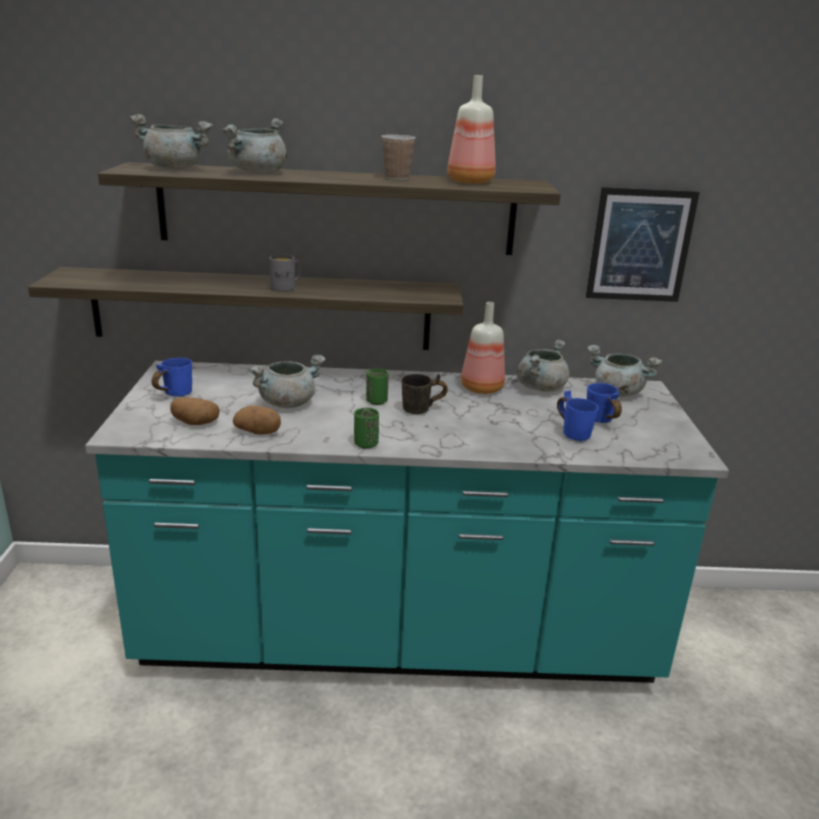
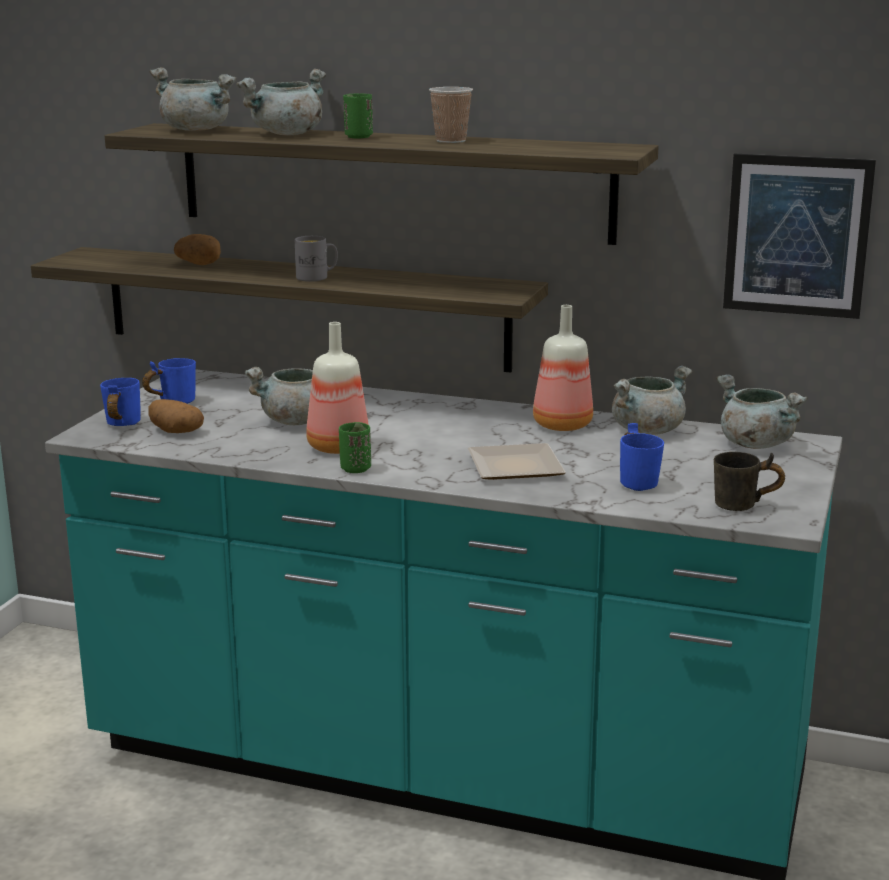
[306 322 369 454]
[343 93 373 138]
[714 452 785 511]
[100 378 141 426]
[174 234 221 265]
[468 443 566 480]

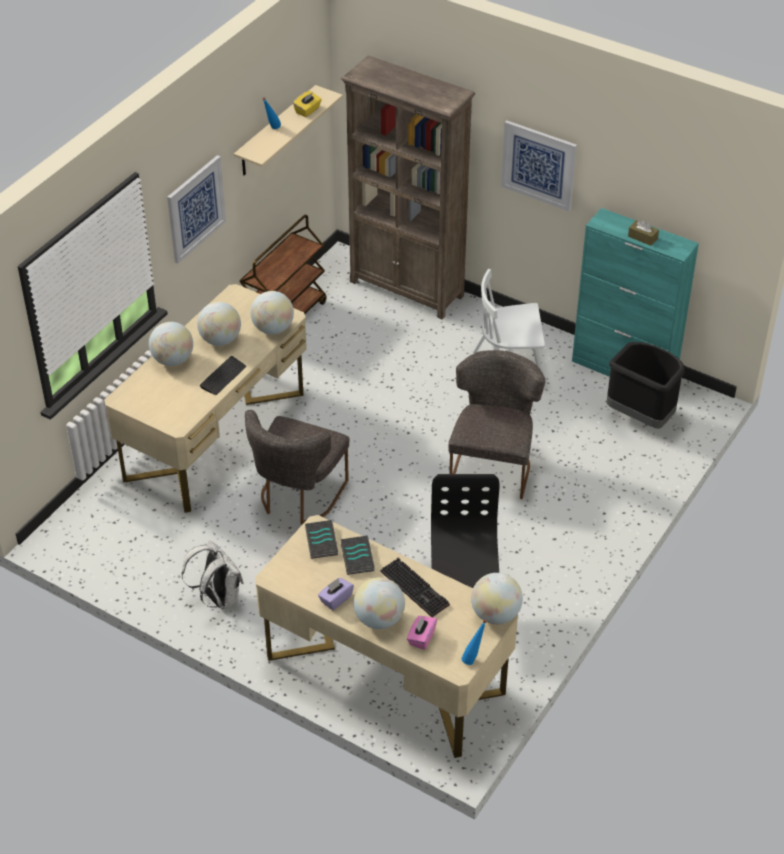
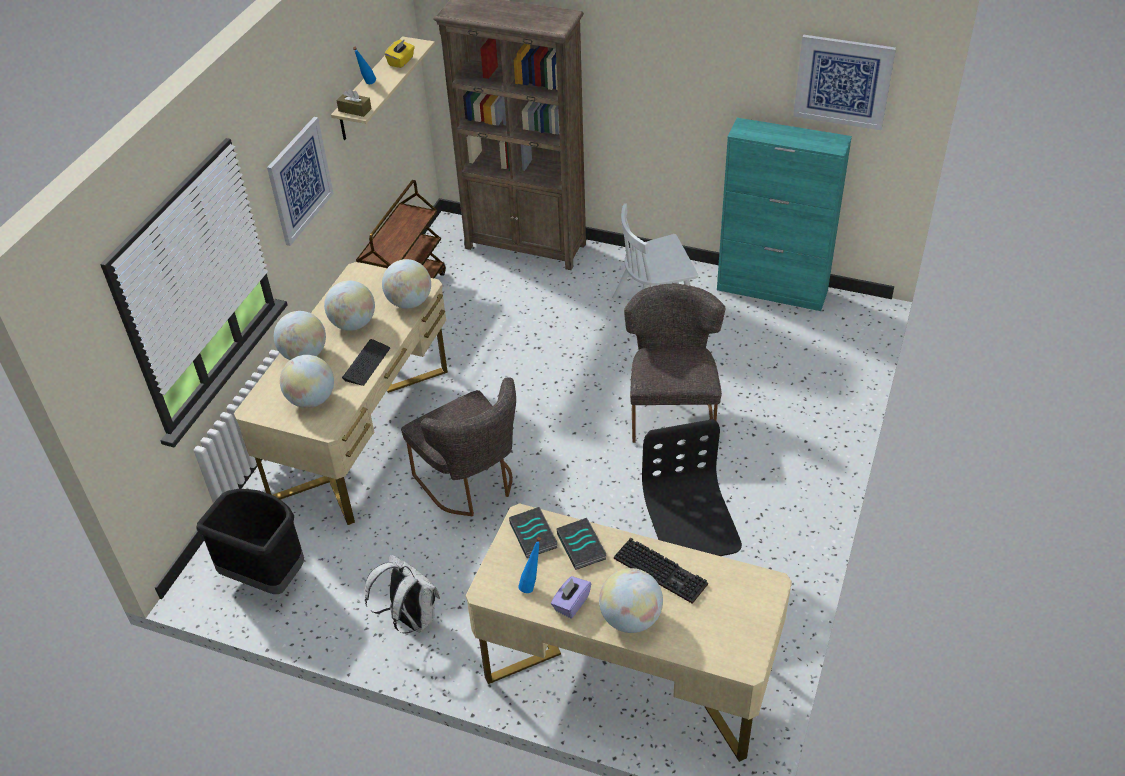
[793 35 896 130]
[336 88 372 117]
[197 489 304 594]
[401 377 516 516]
[280 355 334 408]
[407 616 437 650] (first image)
[518 537 541 593]

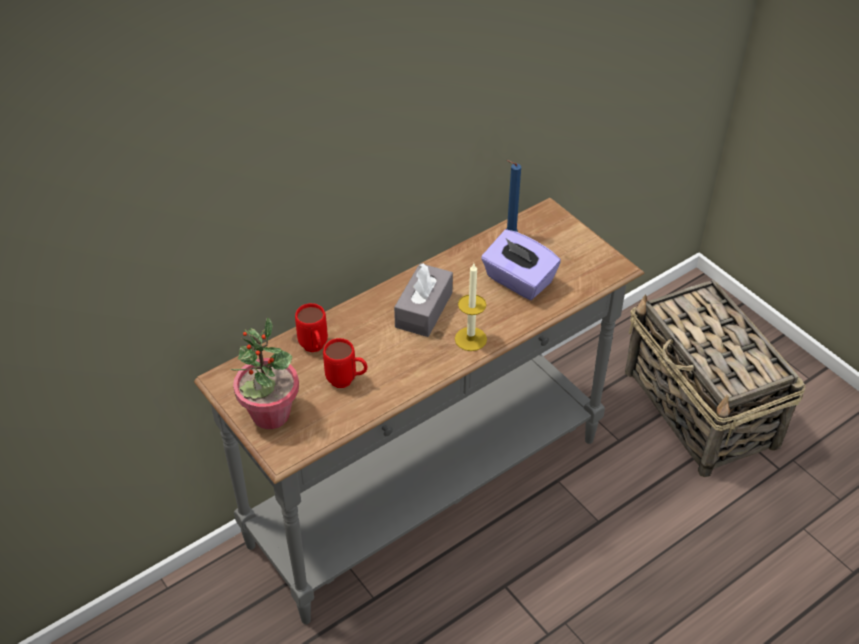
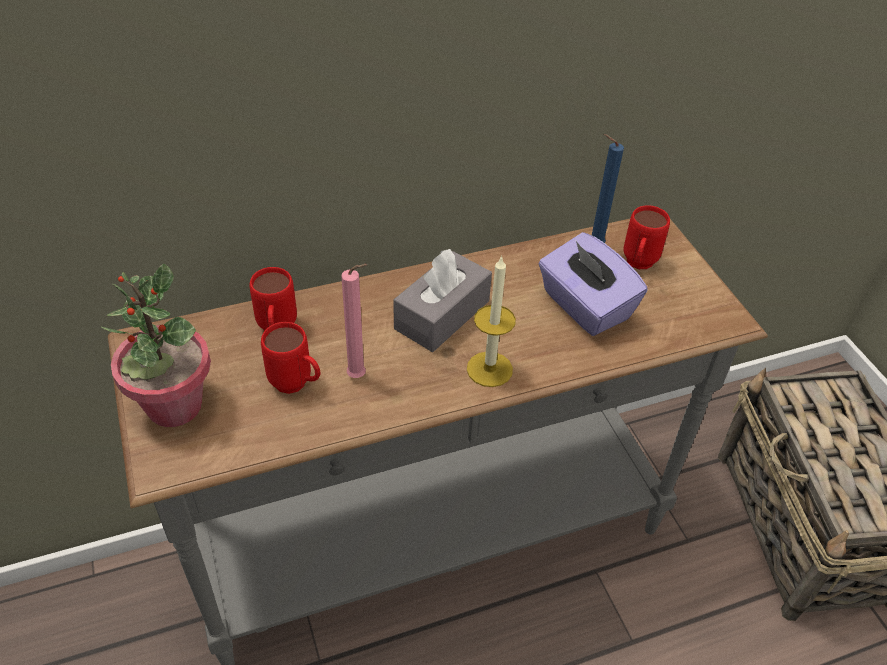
[624 205 670 269]
[341 264 367 378]

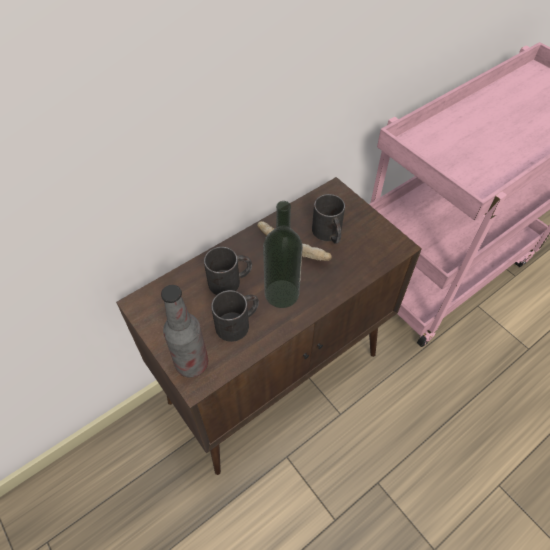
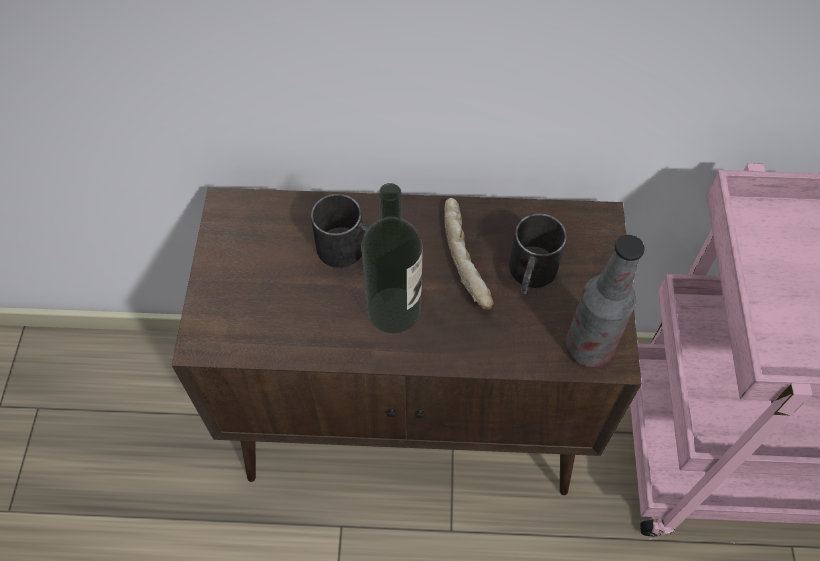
[566 235 645 367]
[211 290 259 342] (first image)

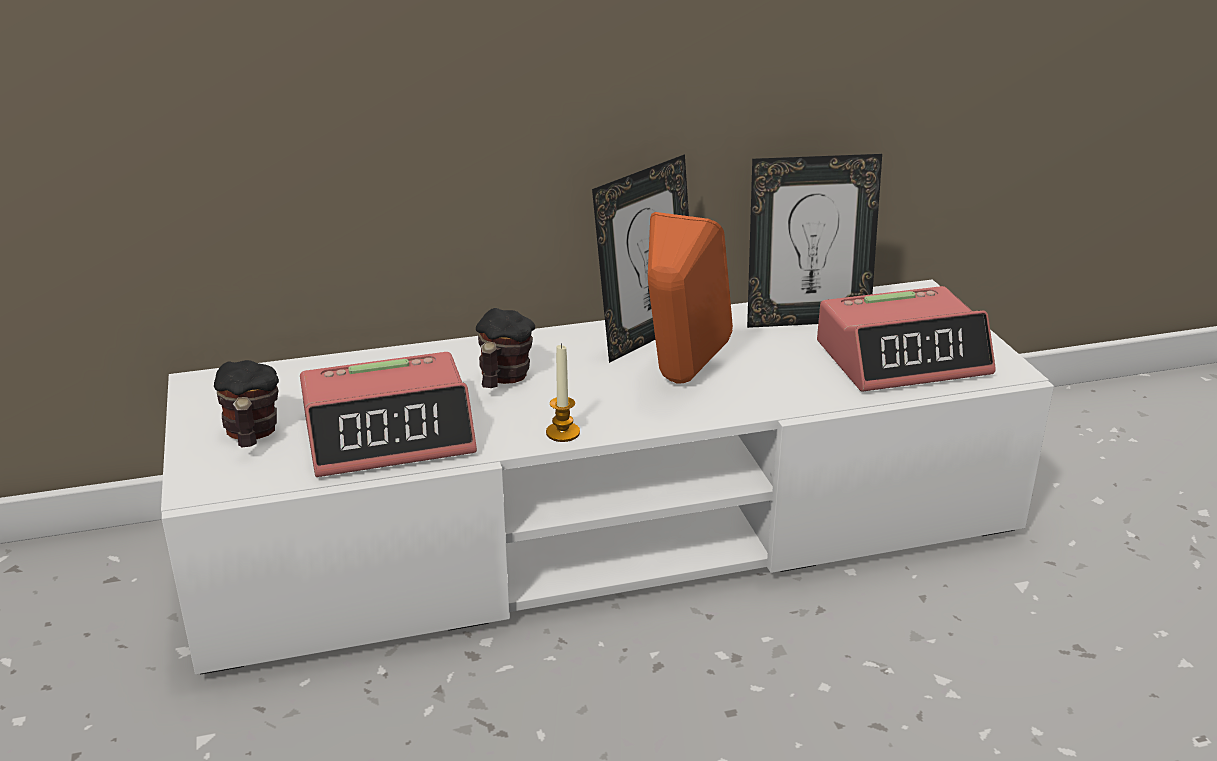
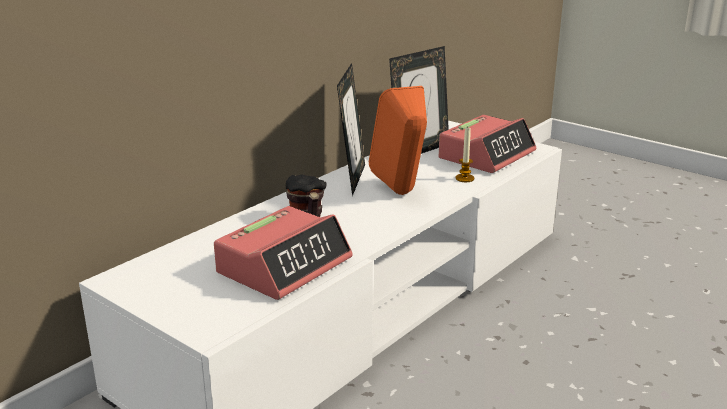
[456 127 474 182]
[214 360 279 447] (first image)

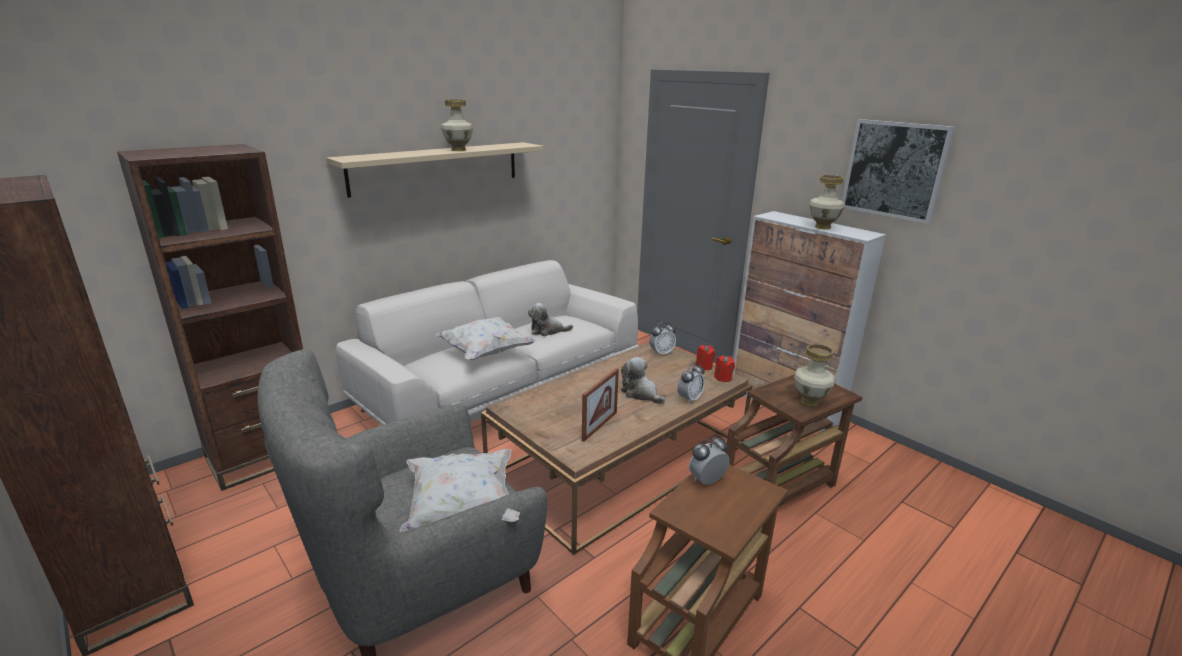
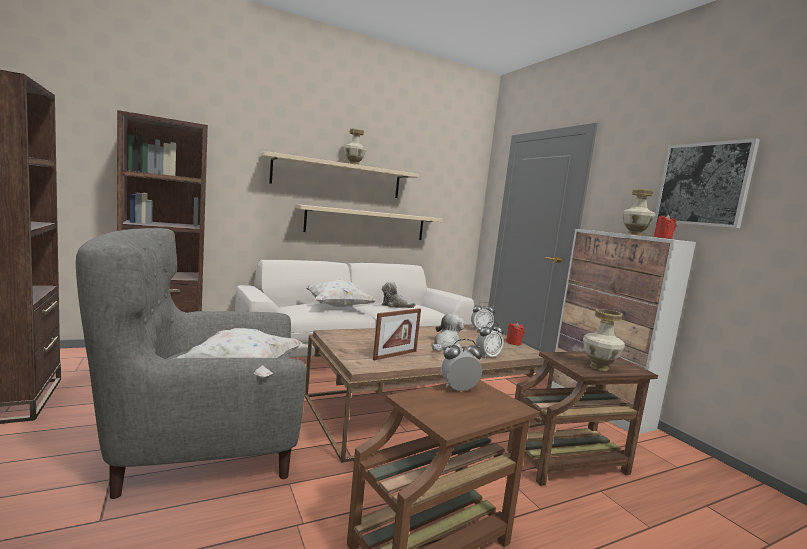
[654 215 677 239]
[432 314 464 351]
[295 204 443 240]

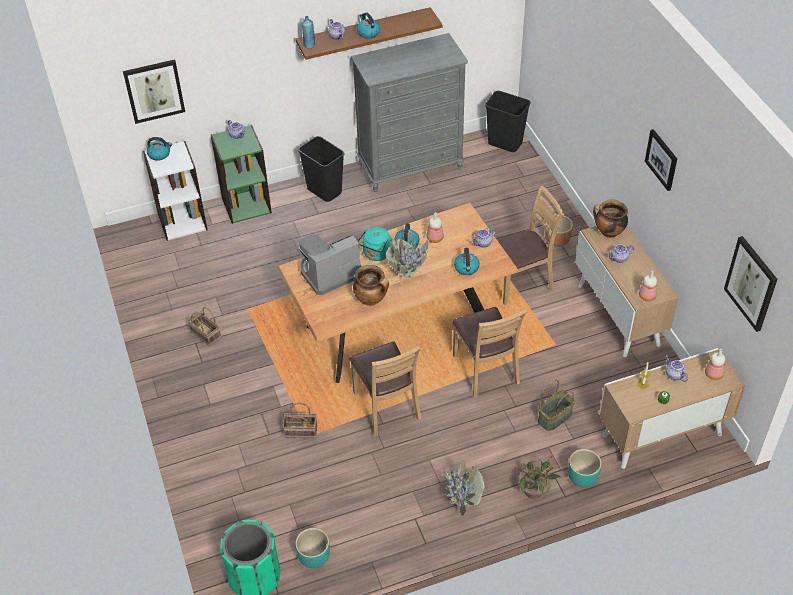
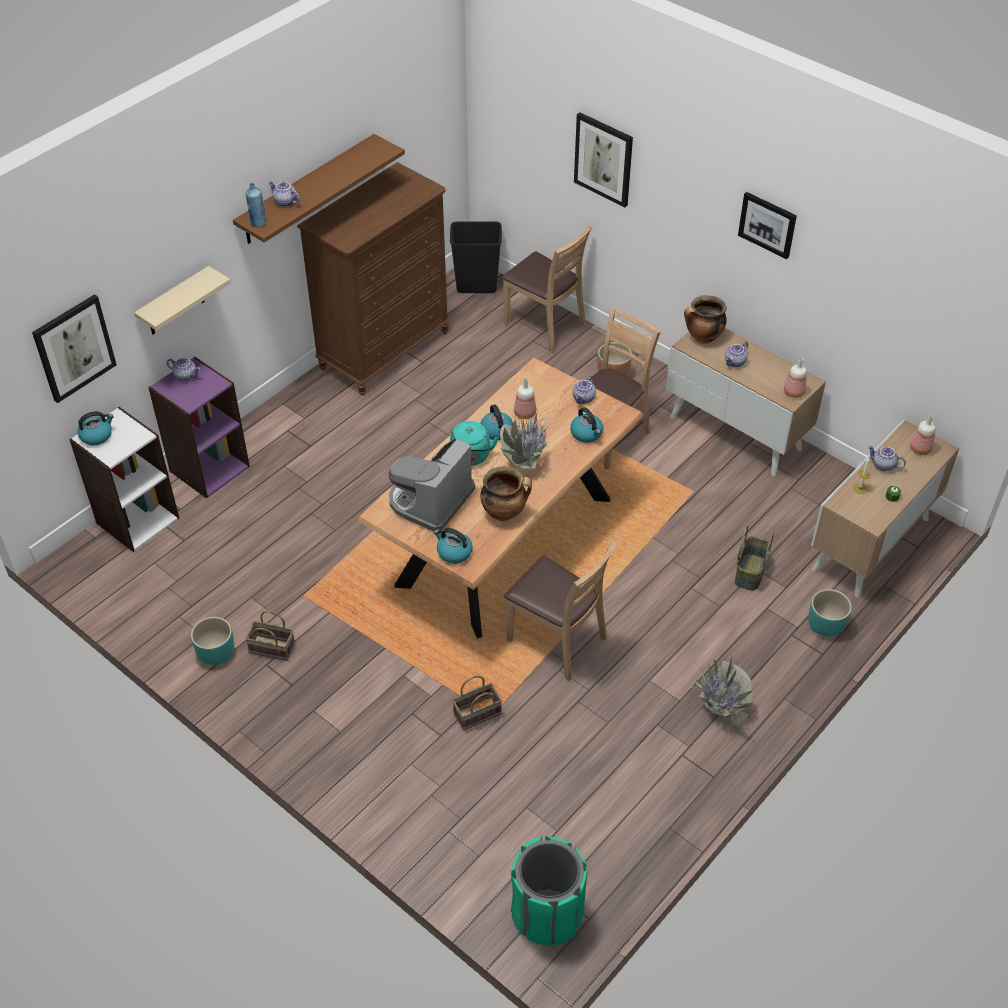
[434 528 473 564]
[297 162 449 395]
[148 357 250 499]
[298 136 344 202] (first image)
[574 112 633 208]
[502 225 592 352]
[514 454 561 499] (first image)
[191 617 234 665]
[134 266 231 335]

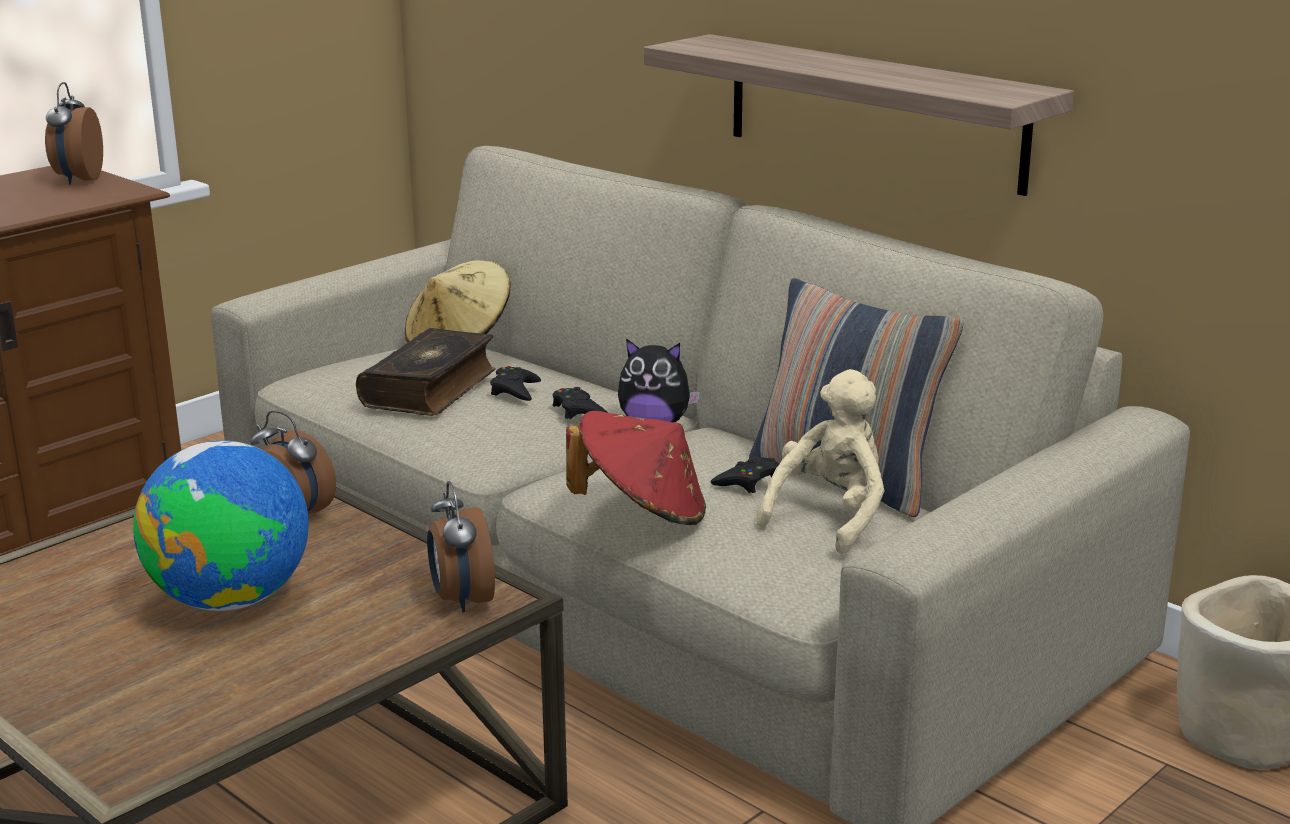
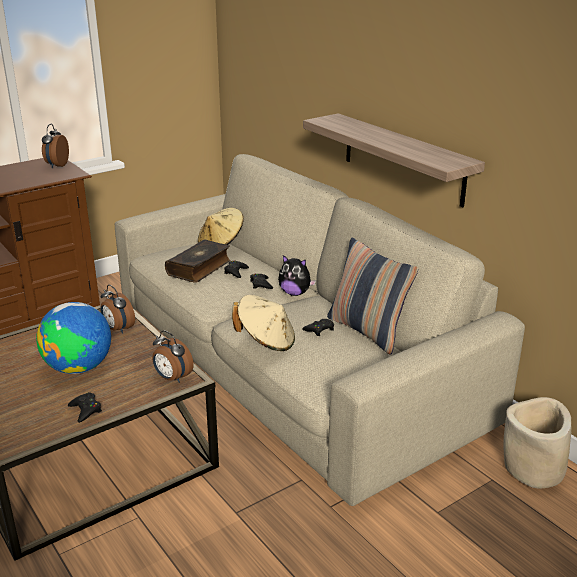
[757 369 885 554] (first image)
[232 295 295 351]
[152 330 194 383]
[68 392 102 423]

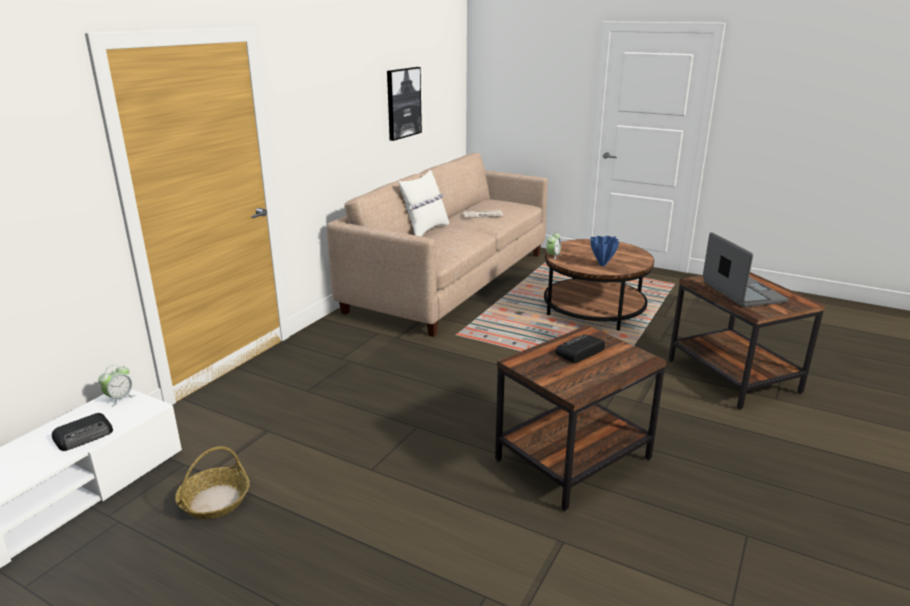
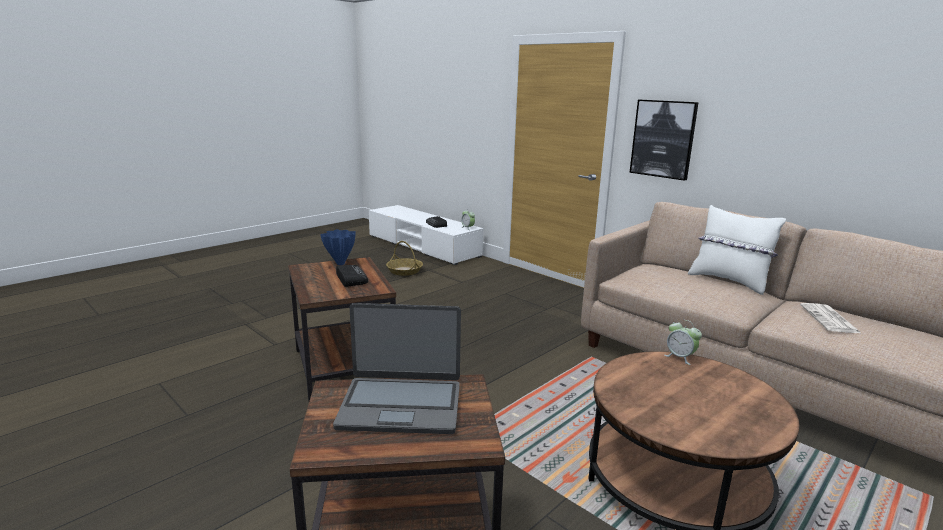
[630 100 699 181]
[320 229 356 265]

